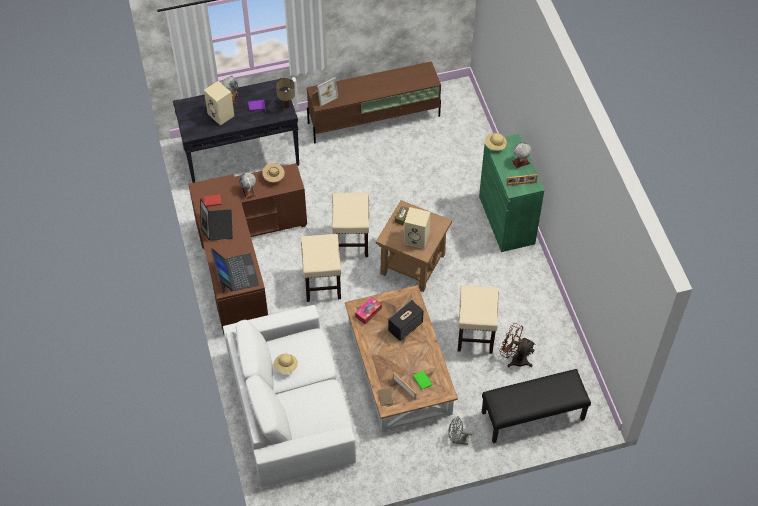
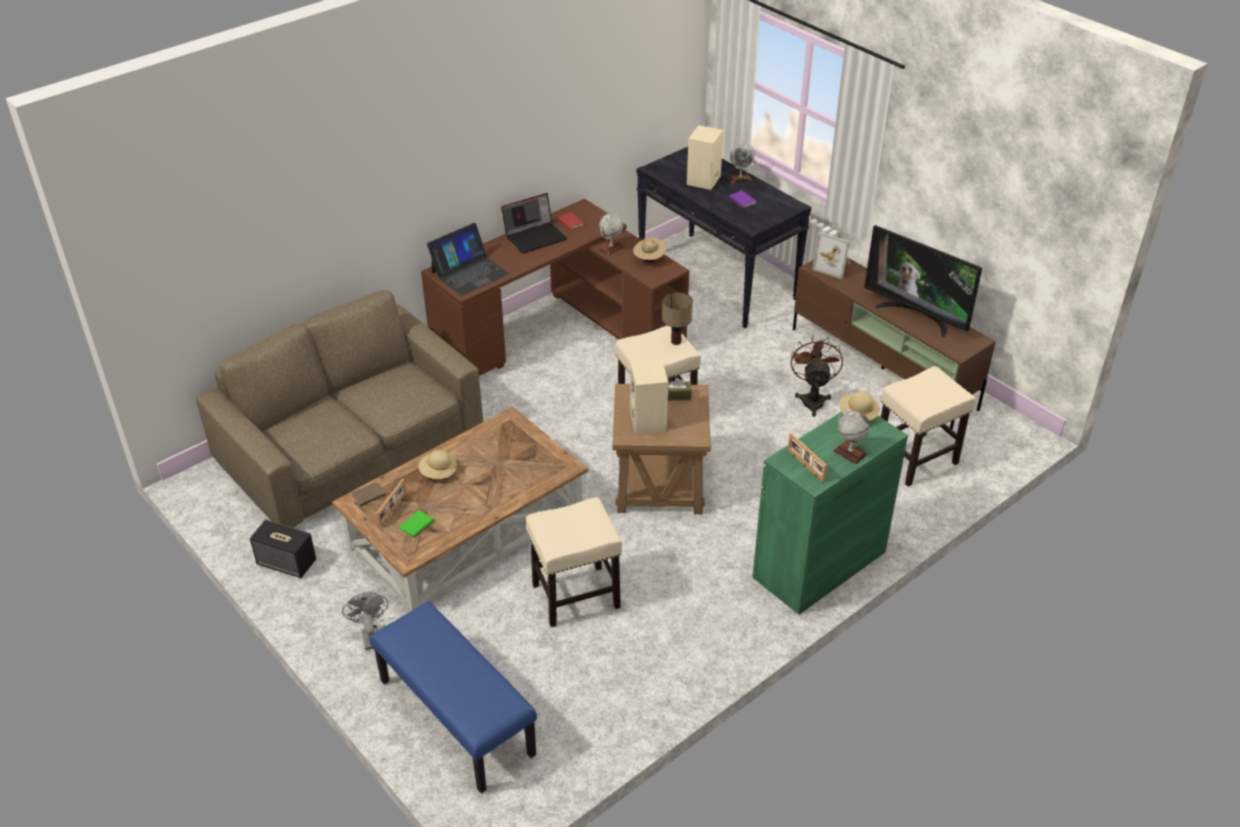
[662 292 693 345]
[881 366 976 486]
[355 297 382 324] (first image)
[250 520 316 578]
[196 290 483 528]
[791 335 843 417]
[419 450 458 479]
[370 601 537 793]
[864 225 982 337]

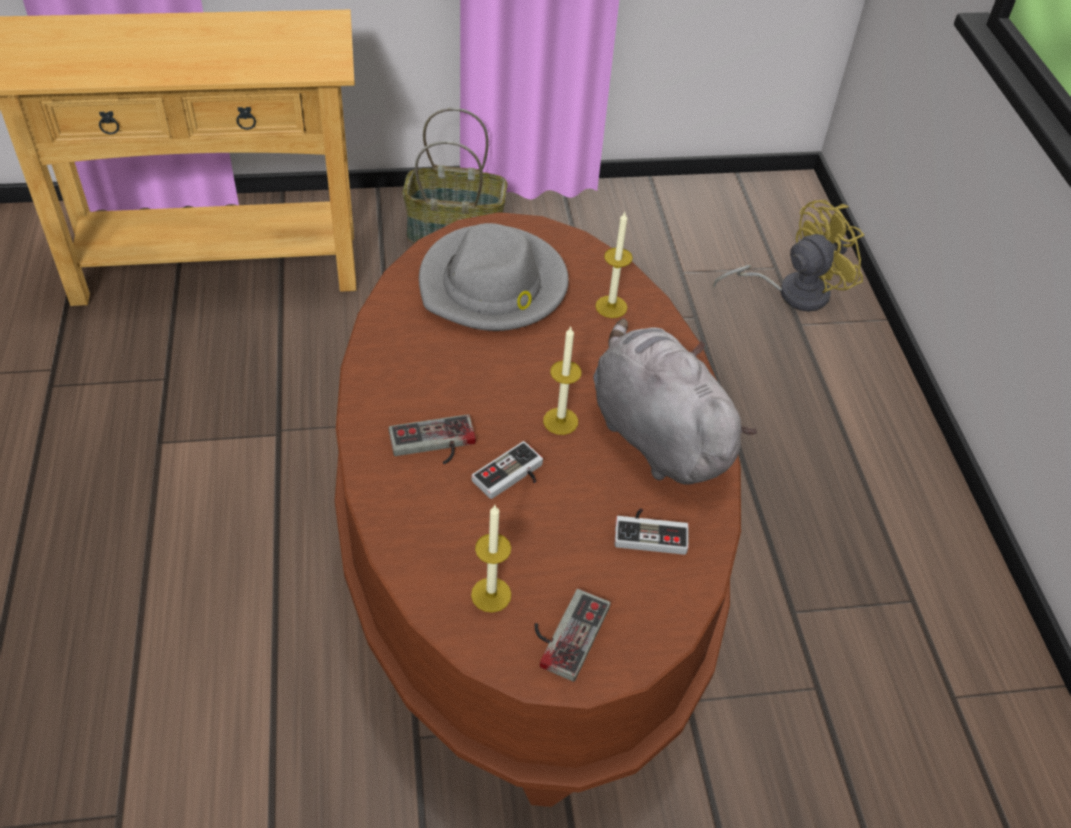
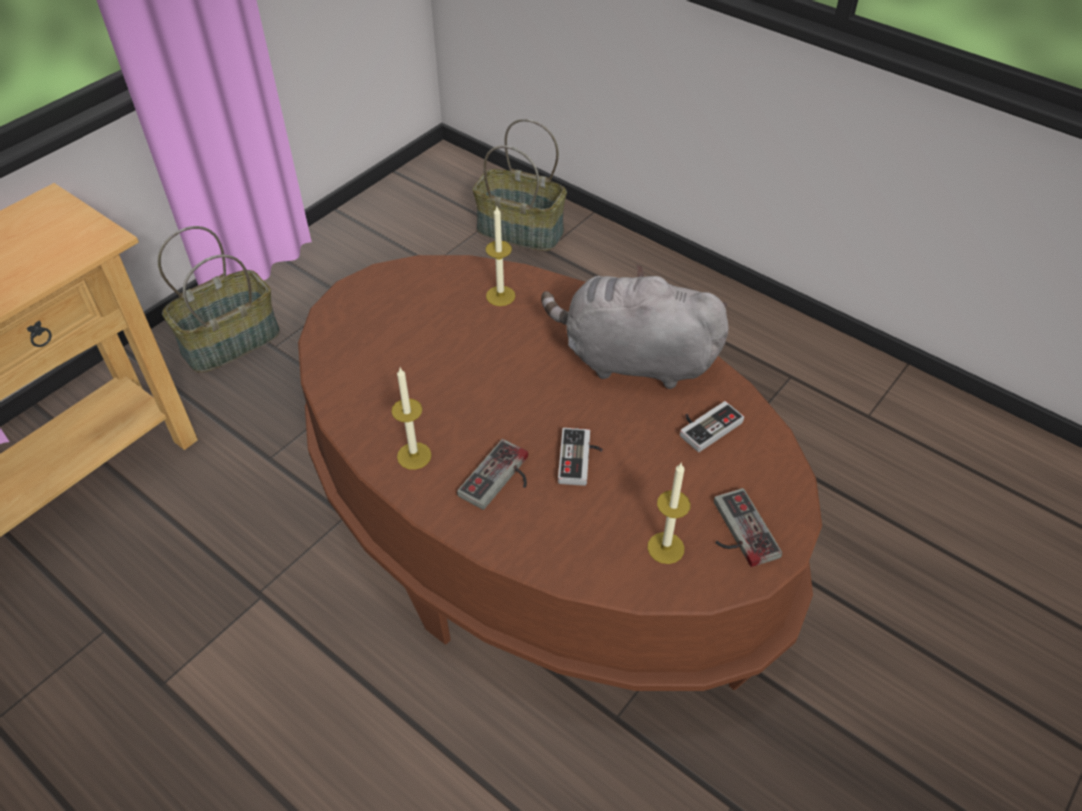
[473 119 567 251]
[419 223 569 331] (first image)
[391 368 432 470]

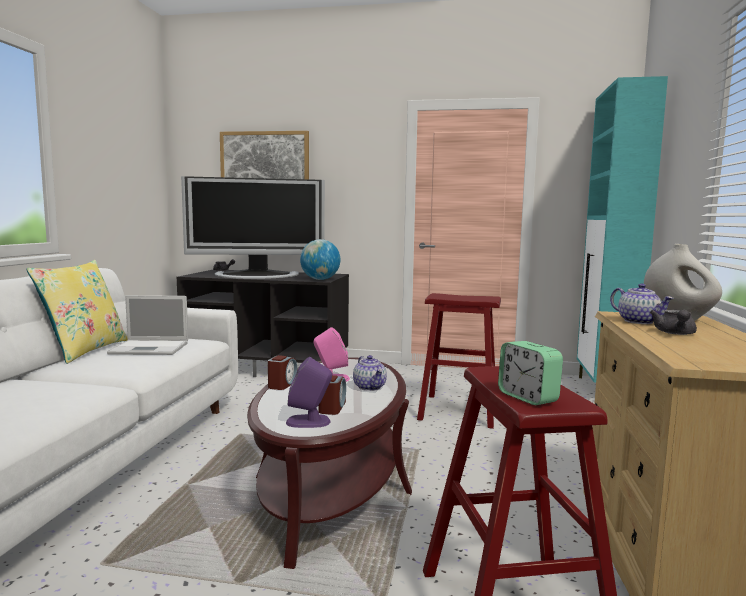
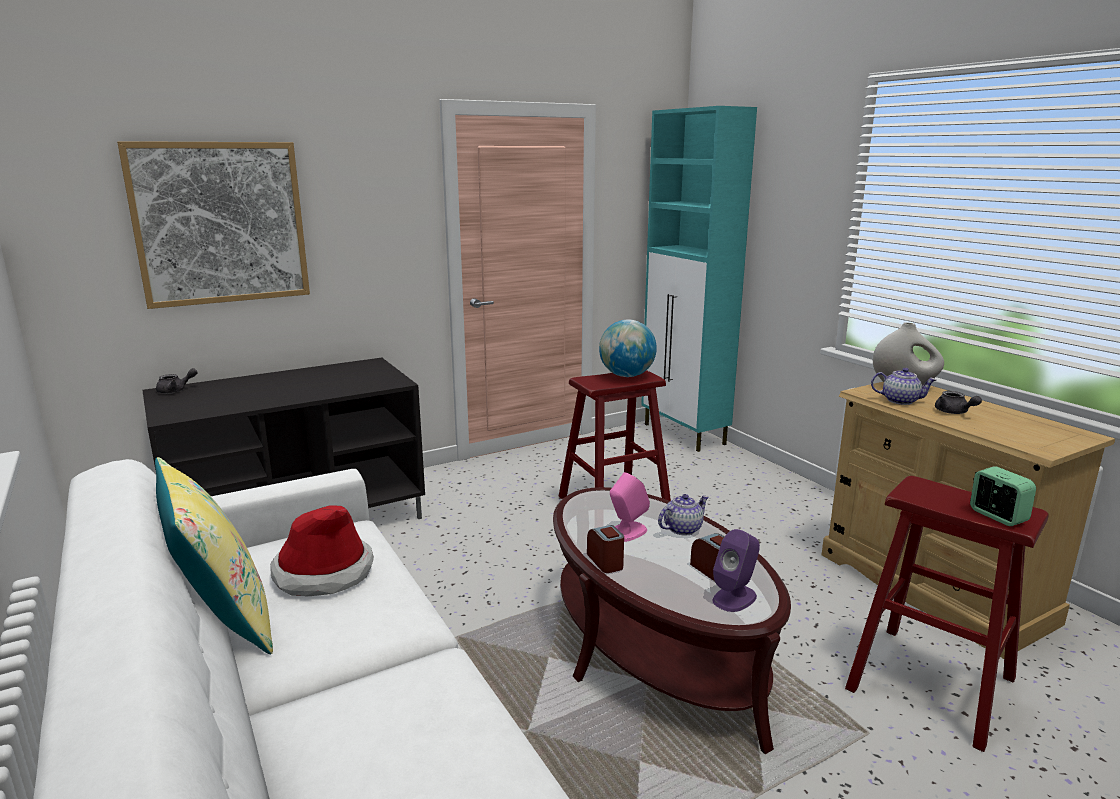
[181 176 325 279] (first image)
[599 319 657 377]
[270 505 374 596]
[970 466 1036 526]
[658 494 709 536]

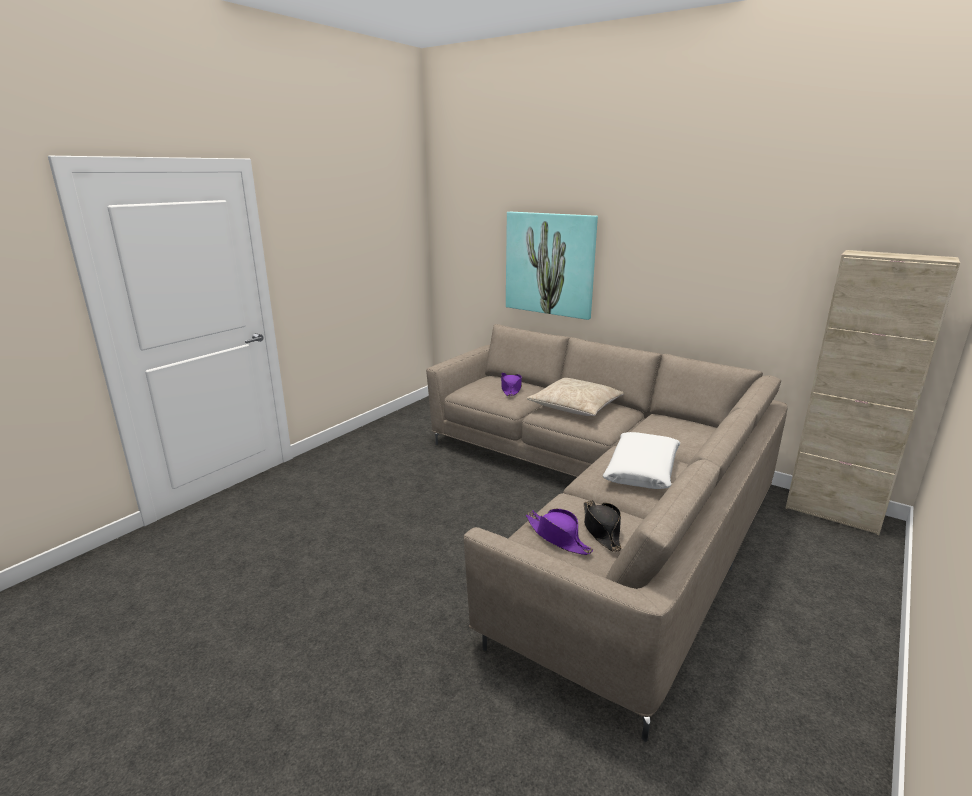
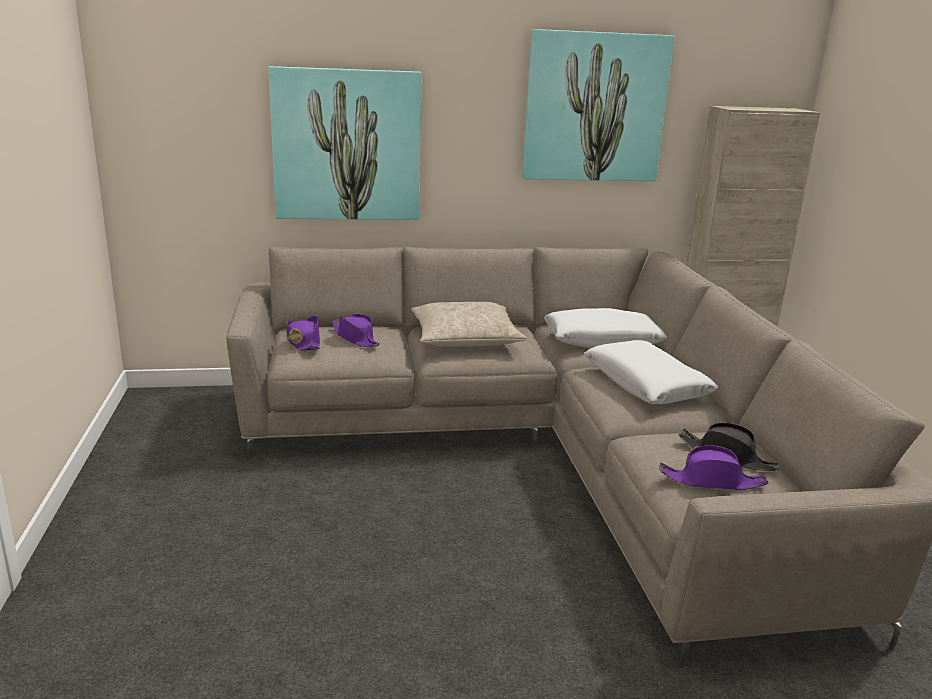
[522 29 674 181]
[544 308 667 348]
[286 316 320 350]

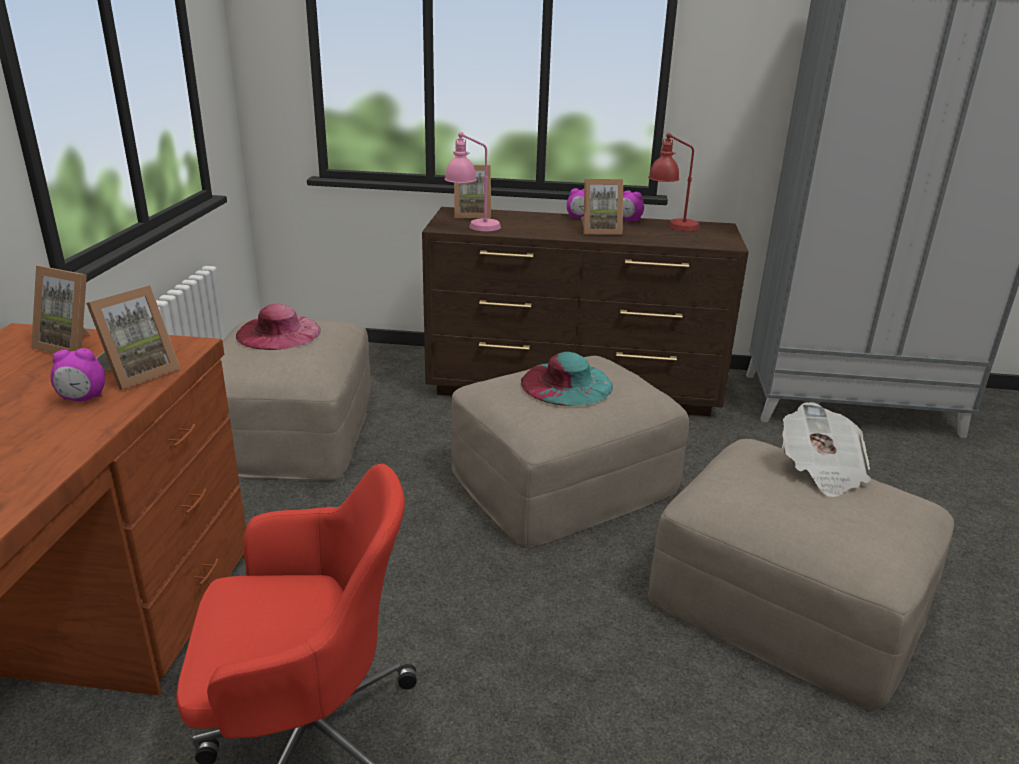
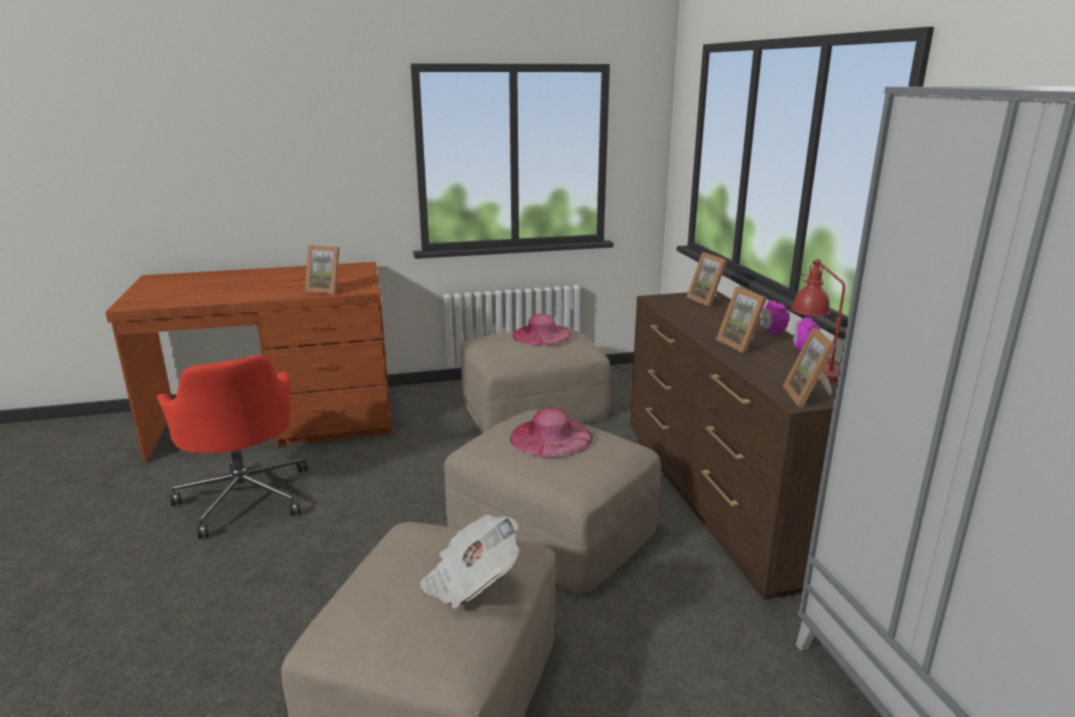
[445 132 501 231] (first image)
[783 327 835 408]
[51 348 105 402] (first image)
[510 407 593 458]

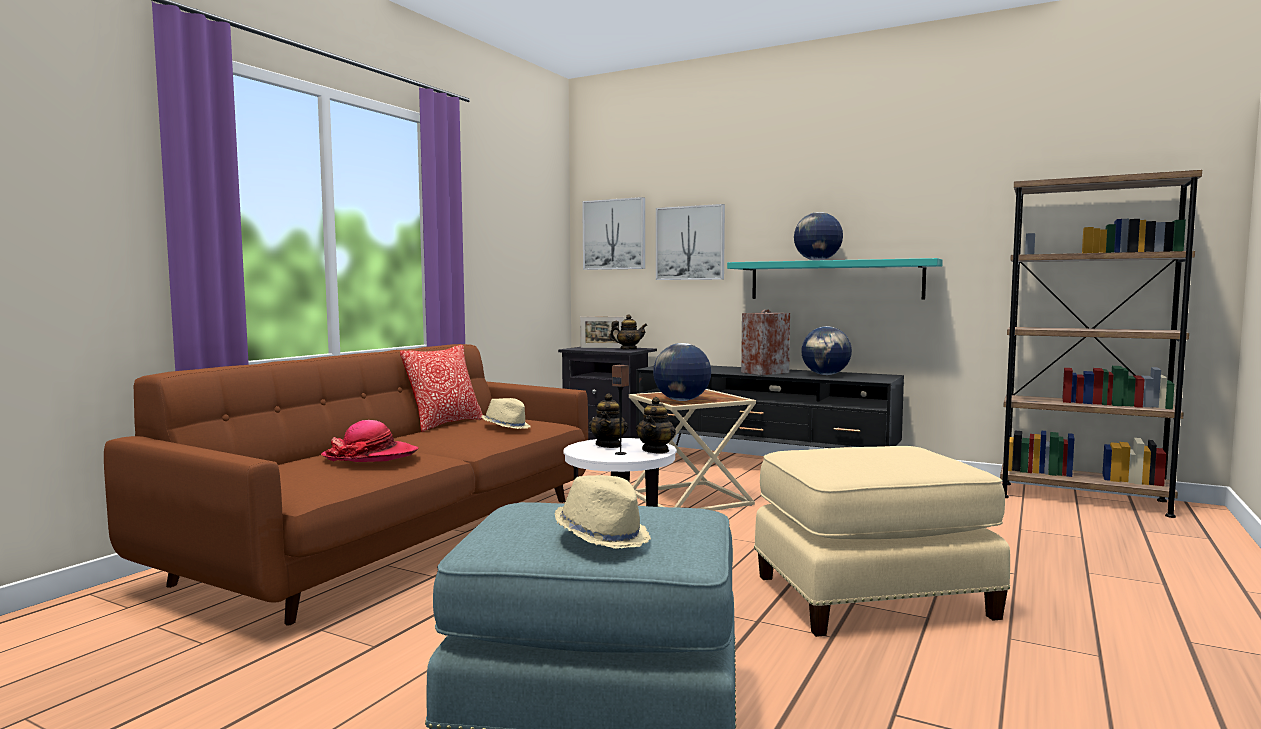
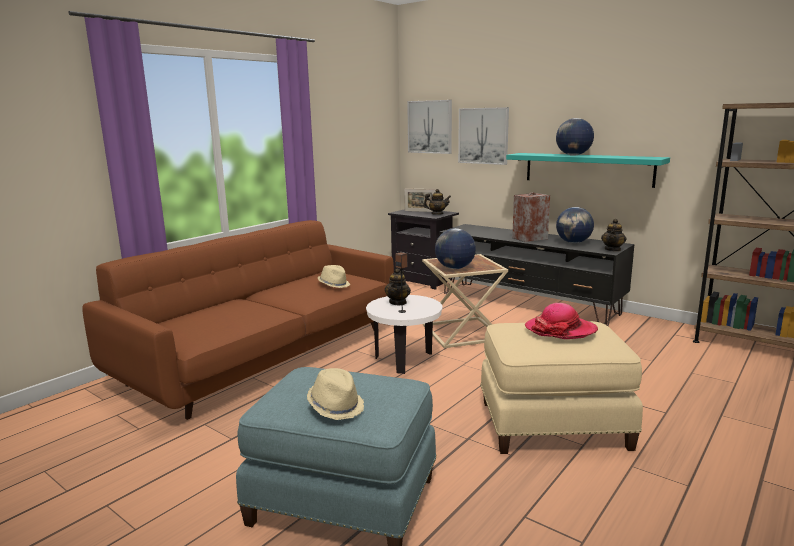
[400 345 483 432] (first image)
[601 219 627 252]
[525 303 598 339]

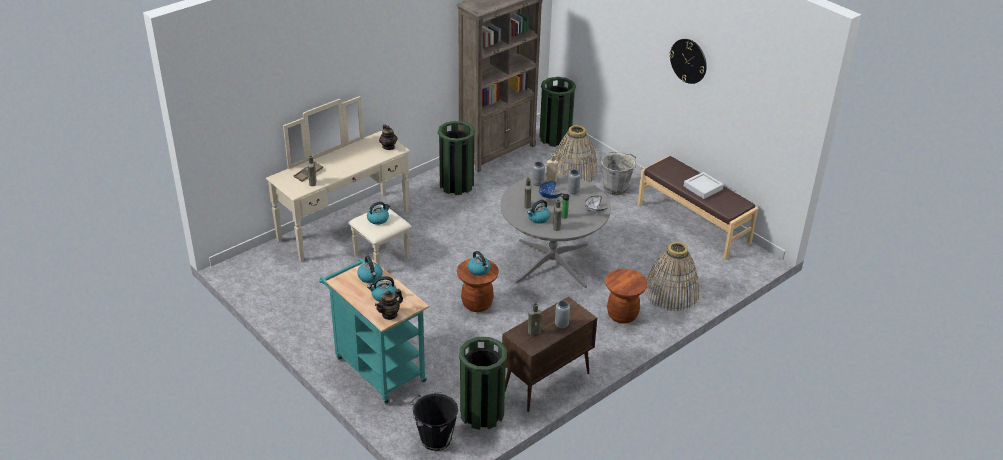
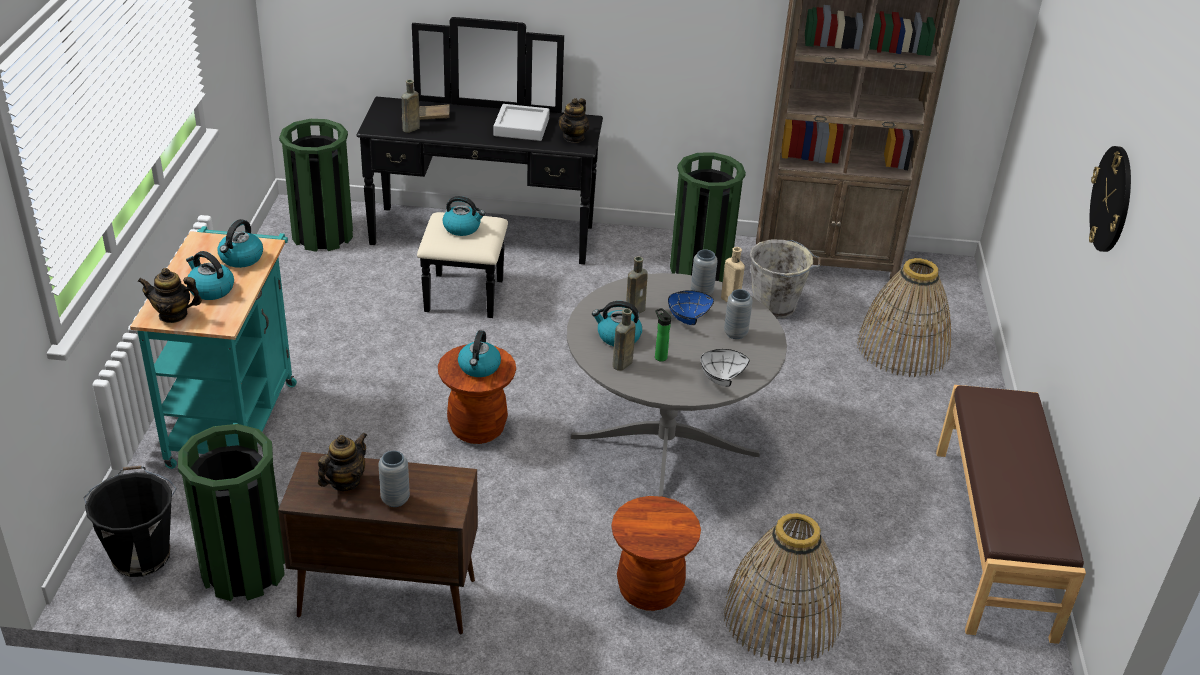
[279 119 353 252]
[357 17 603 318]
[750 240 821 319]
[494 104 549 141]
[318 432 367 491]

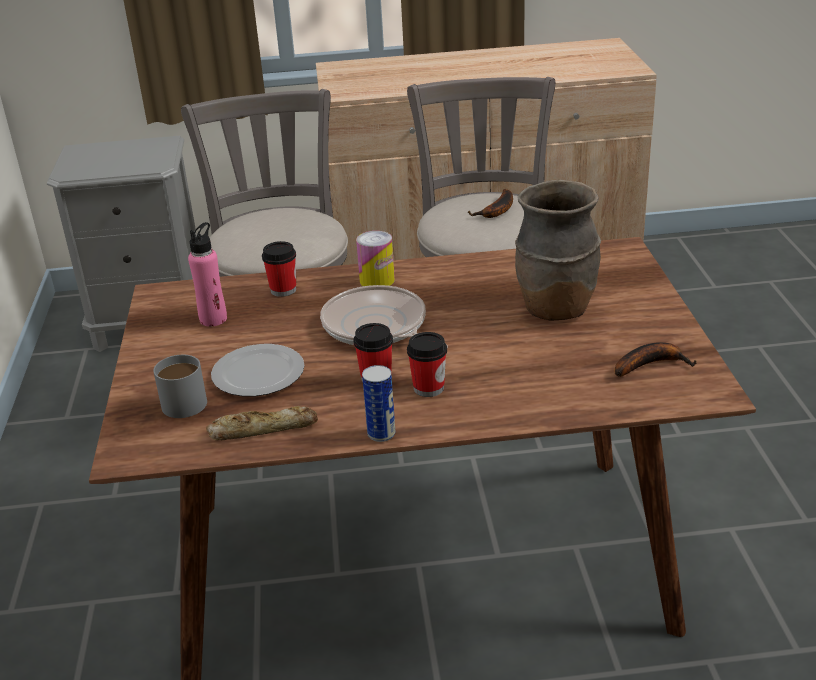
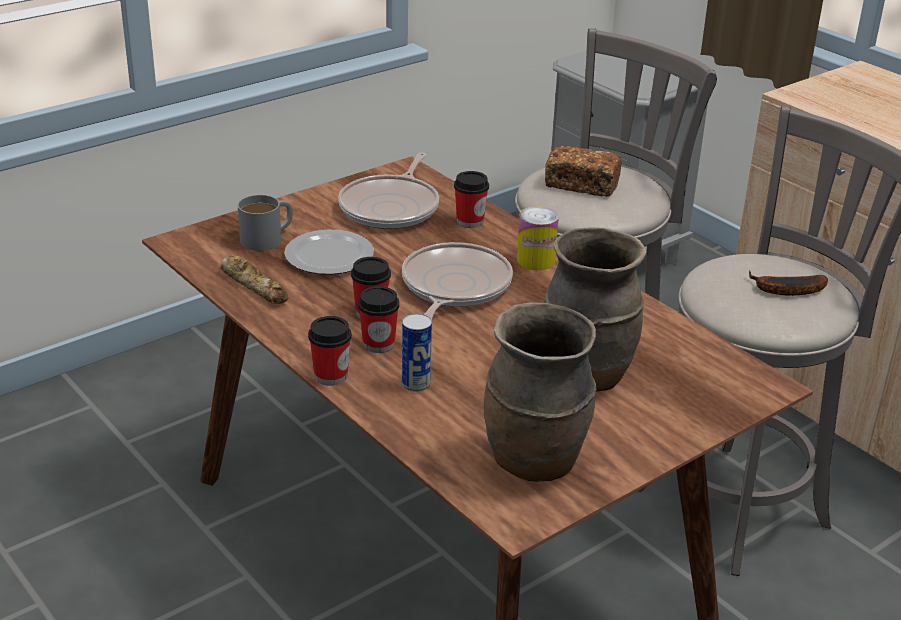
[338 153 439 229]
[484 302 596 482]
[402 313 432 392]
[545 146 621 197]
[308 316 352 386]

